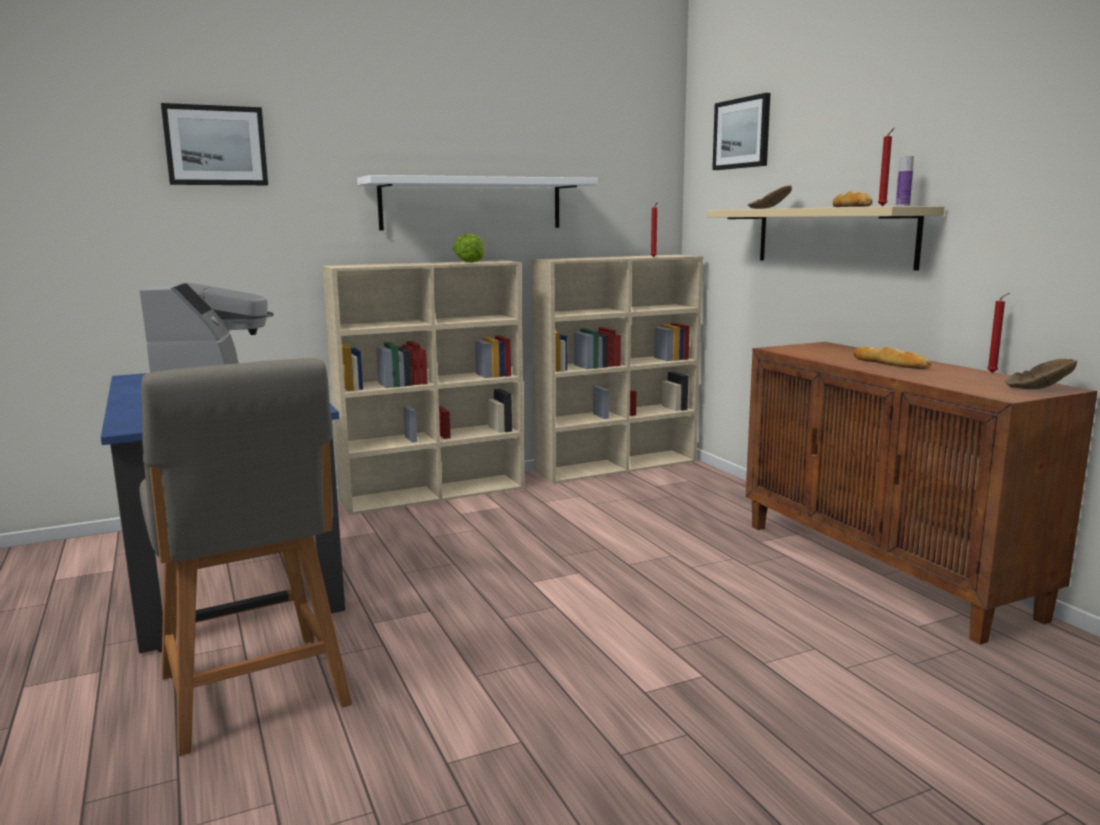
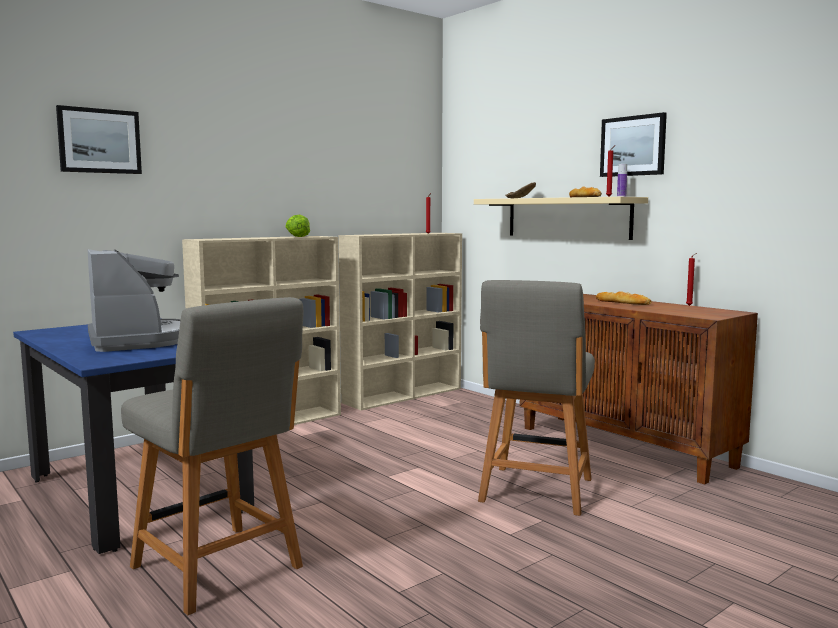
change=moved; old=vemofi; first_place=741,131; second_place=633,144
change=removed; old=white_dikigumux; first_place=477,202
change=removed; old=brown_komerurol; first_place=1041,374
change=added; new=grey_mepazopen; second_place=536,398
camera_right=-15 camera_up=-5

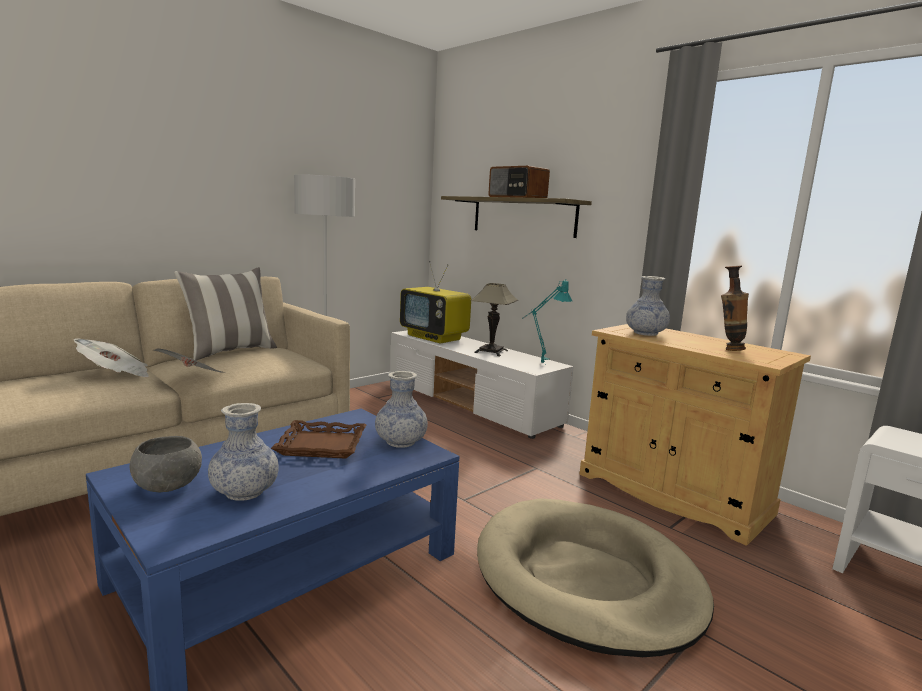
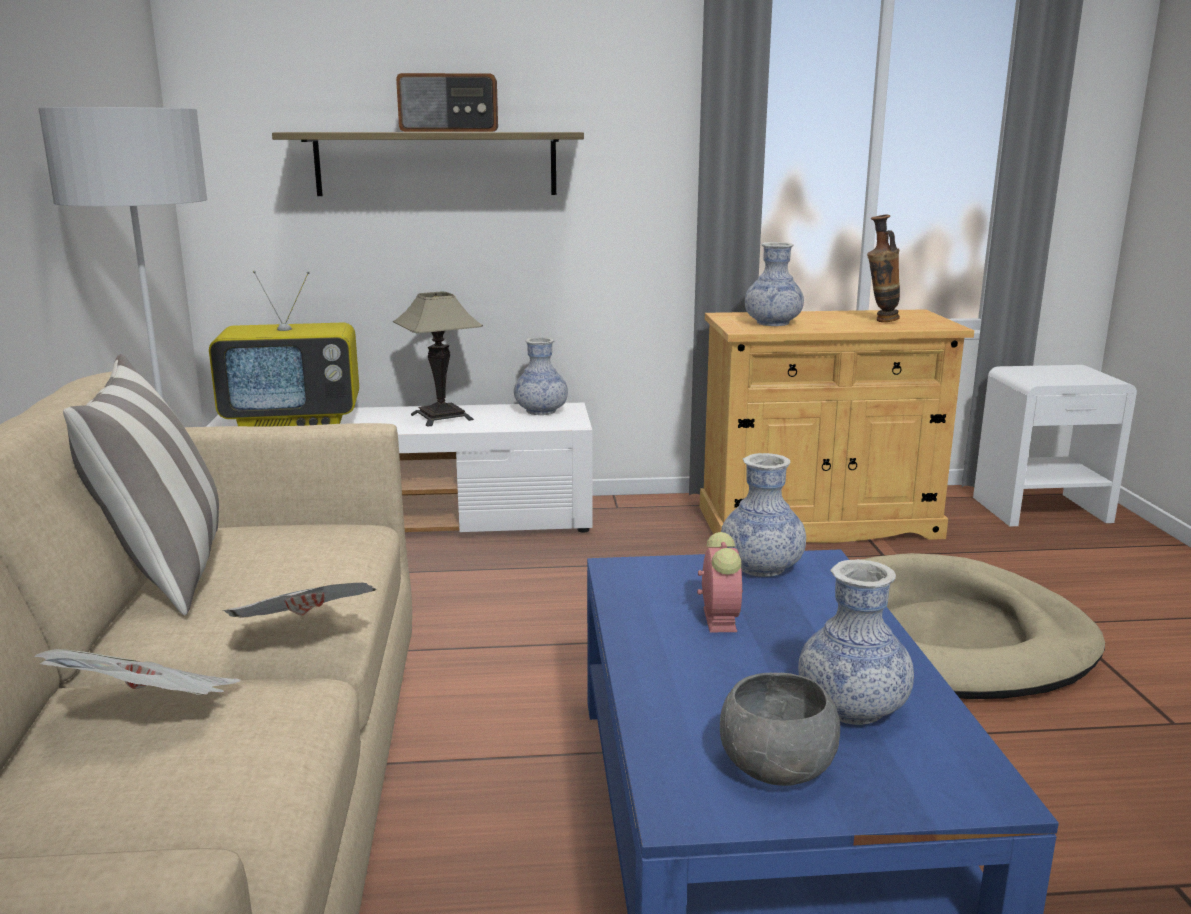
change=replaced; old=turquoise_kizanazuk; new=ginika; first_place=547,323; second_place=541,376
change=replaced; old=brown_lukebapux; new=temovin; first_place=319,439; second_place=720,582
camera_right=-50 camera_up=5

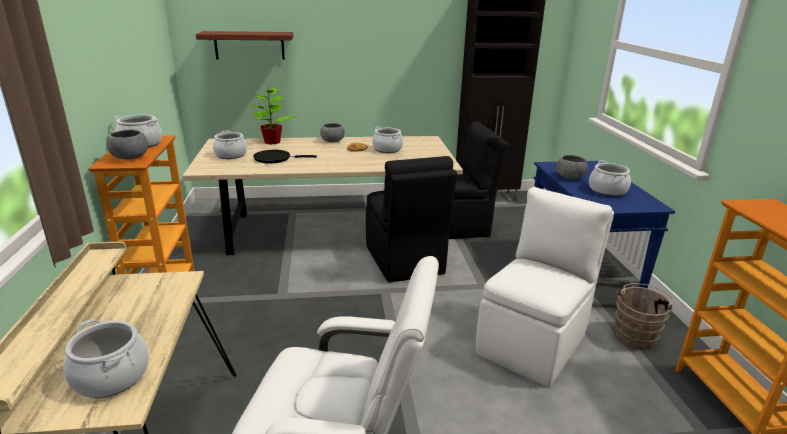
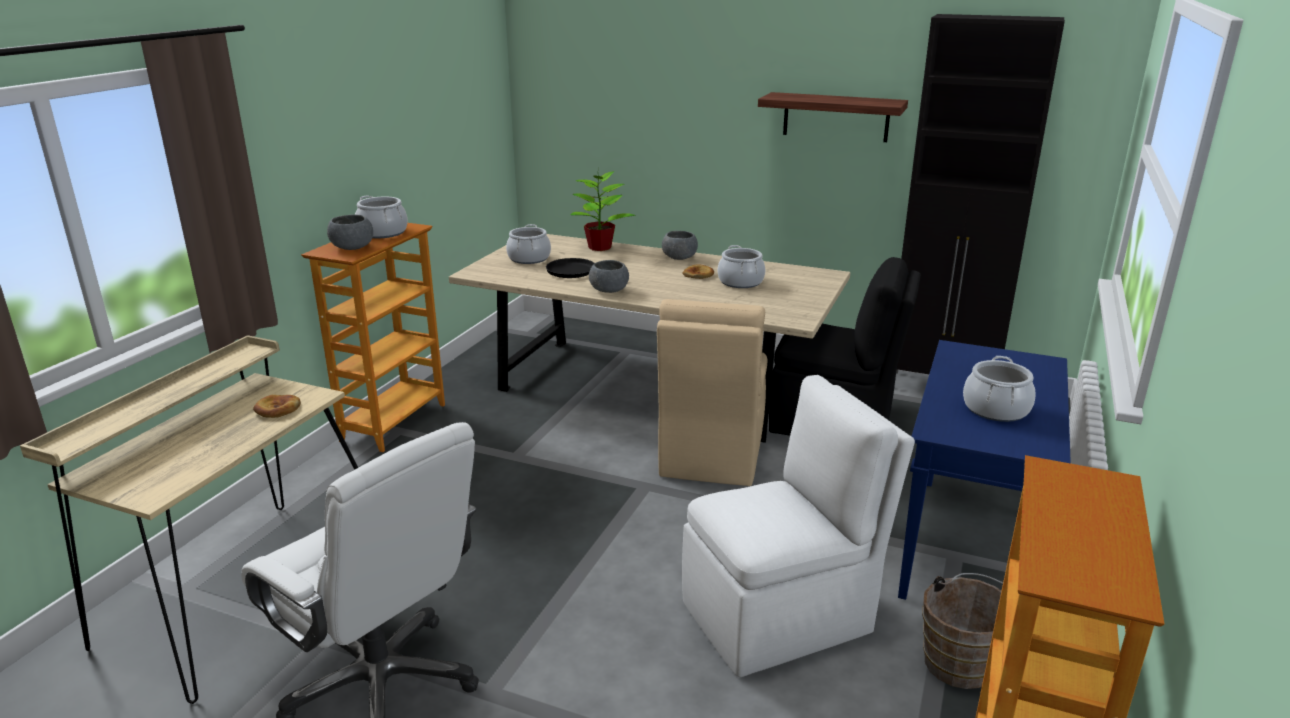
change=moved; old=dikigumux; first_place=244,45; second_place=833,117
change=moved; old=grey_komerurol; first_place=572,167; second_place=609,276
change=recoloured; old=black_mepazopen; new=beige_mepazopen; first_place=411,219; second_place=712,392
change=removed; old=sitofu; first_place=106,358
change=added; new=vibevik; second_place=277,406
camera_right=30 camera_up=0

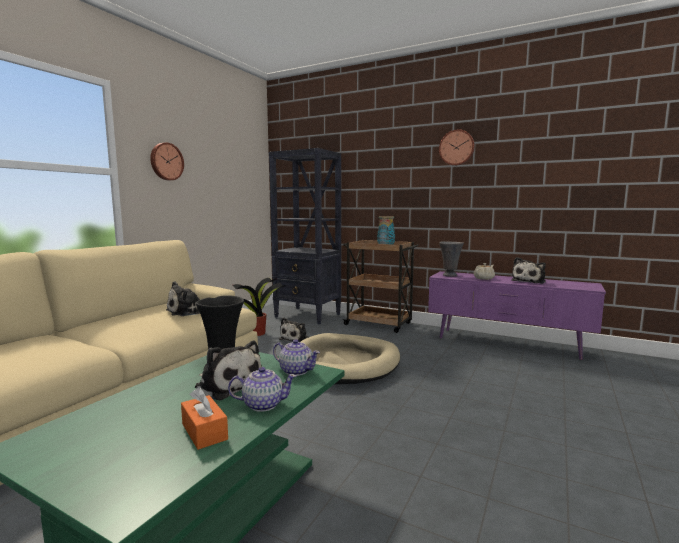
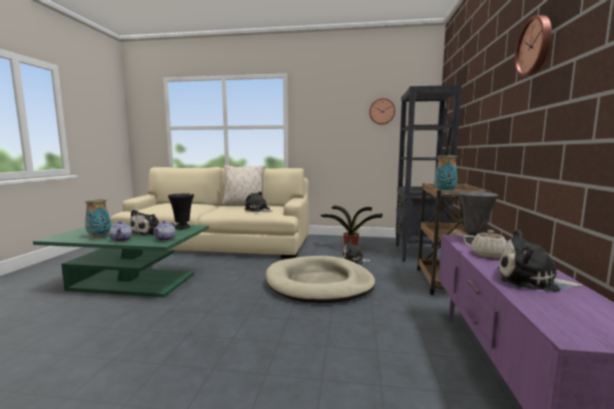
change=moved; old=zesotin; first_place=167,161; second_place=382,111
change=replaced; old=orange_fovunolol; new=ginika; first_place=204,418; second_place=98,218
change=added; new=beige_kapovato; second_place=243,185
camera_right=70 camera_up=0

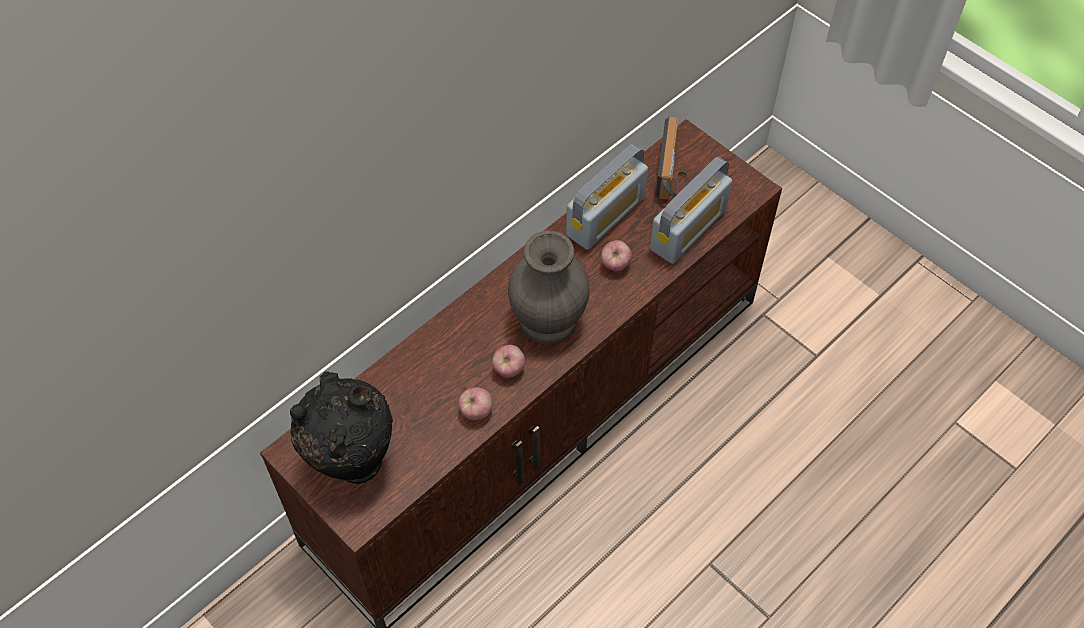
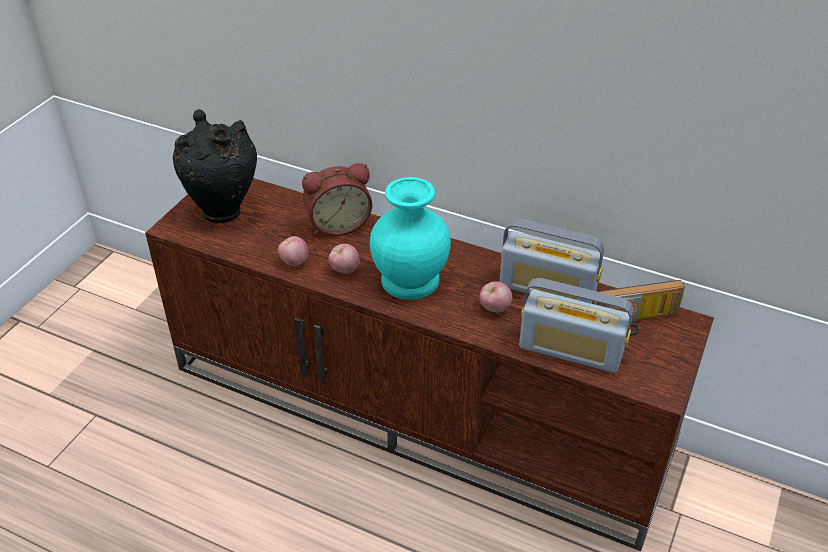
change=recoloured; old=grey_ginika; new=turquoise_ginika; first_place=549,287; second_place=410,238
change=added; new=temovin; second_place=337,199
camera_right=70 camera_up=-15

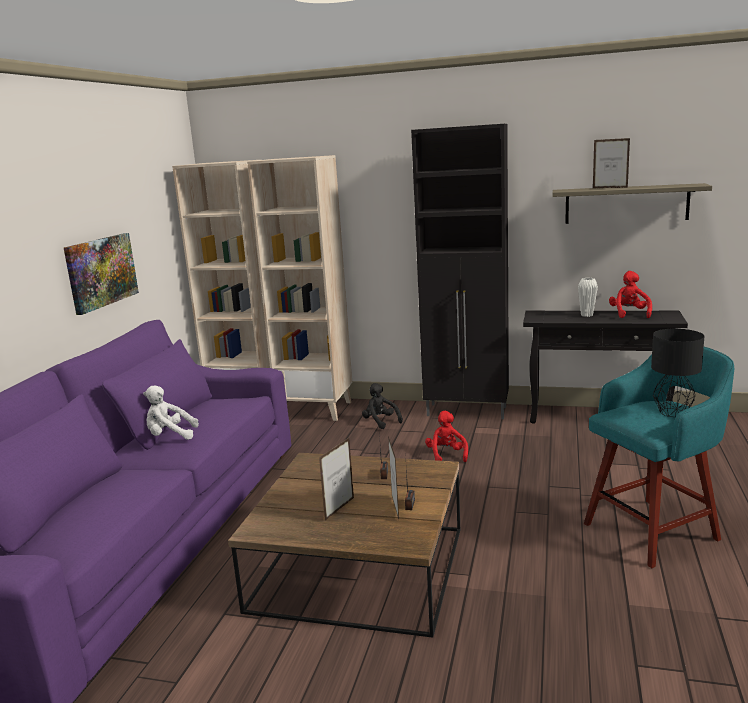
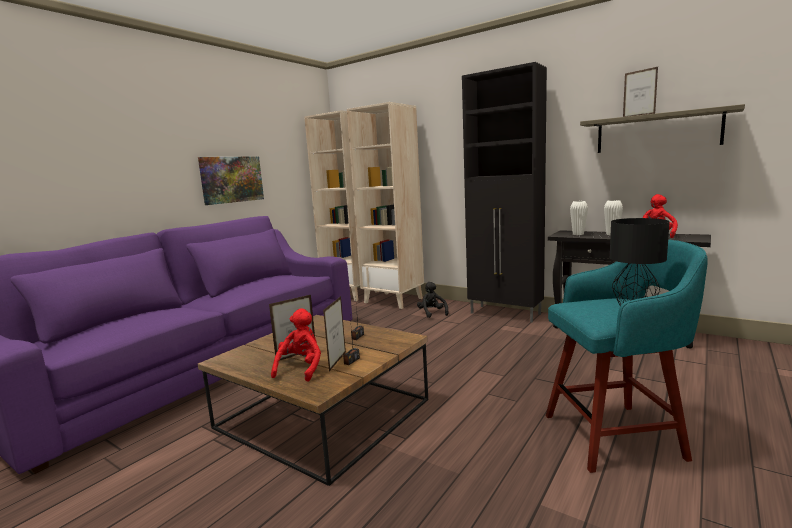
change=removed; old=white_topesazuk; first_place=171,412
change=moved; old=red_topesazuk; first_place=446,436; second_place=296,344
change=added; new=white_ginika; second_place=579,218
camera_right=20 camera_up=-5

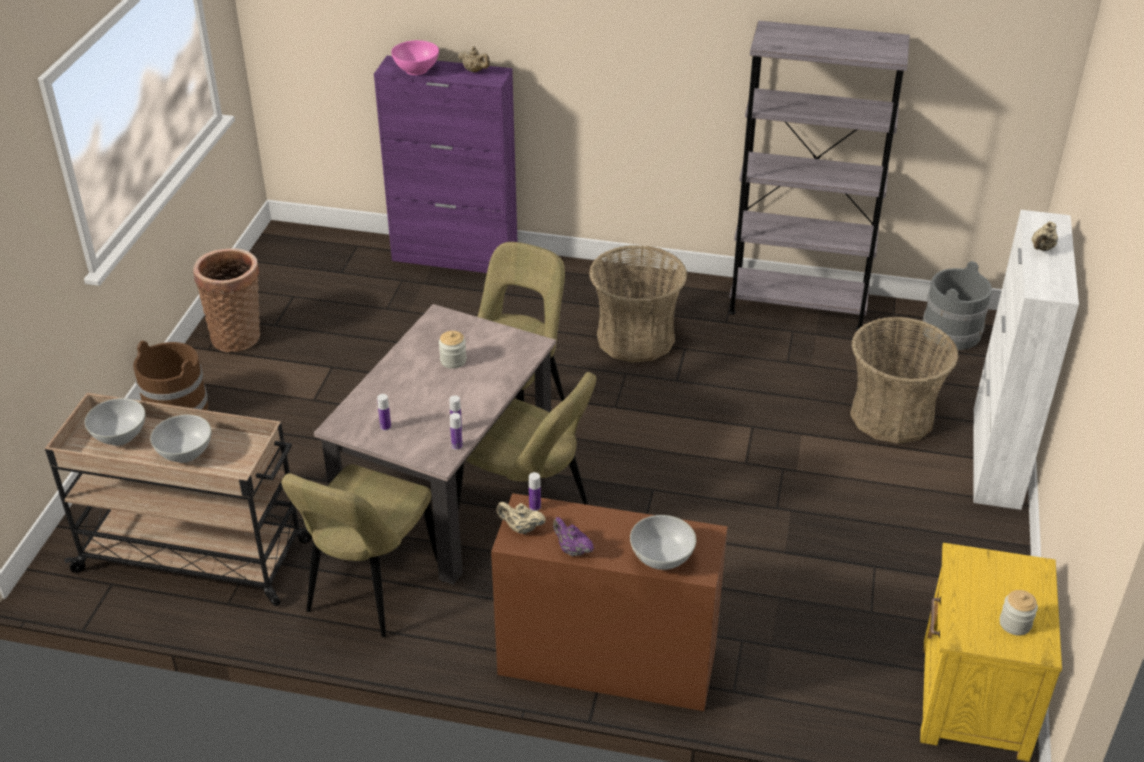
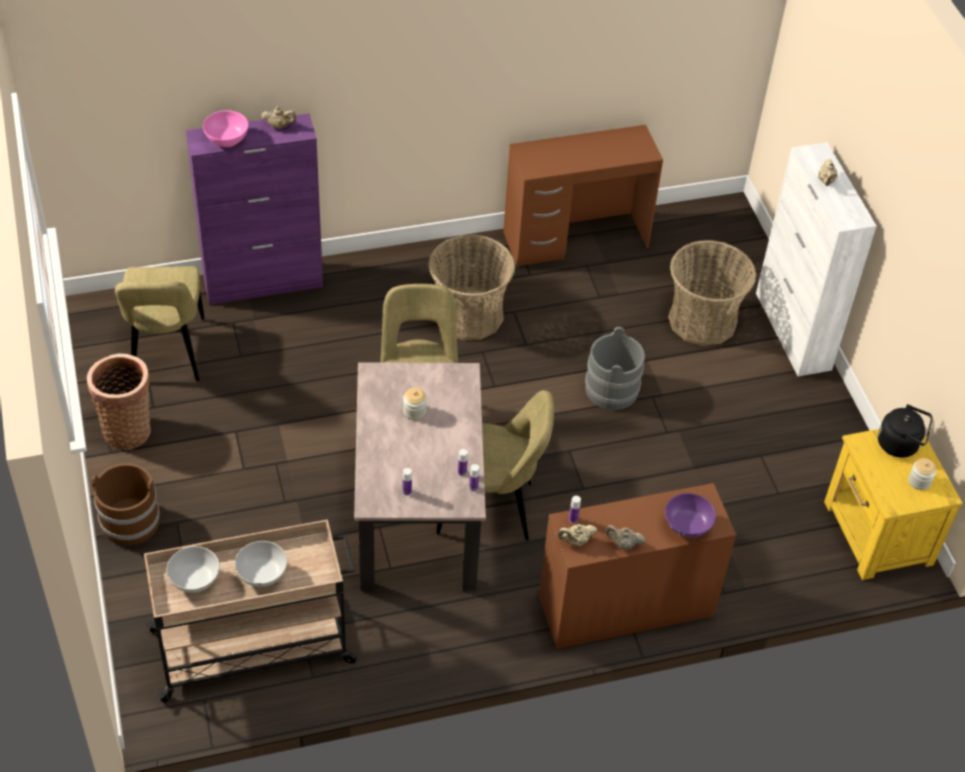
change=replaced; old=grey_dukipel; new=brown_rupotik; first_place=819,175; second_place=583,196
change=moved; old=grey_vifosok; first_place=957,305; second_place=615,368
change=moved; old=beige_mepazopen; first_place=359,550; second_place=159,323
change=recoloured; old=white_komerurol; new=purple_komerurol; first_place=663,542; second_place=690,515
change=recoloured; old=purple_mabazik; new=beige_mabazik; first_place=573,536; second_place=625,537
change=added; new=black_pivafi; second_place=905,431
camera_right=-30 camera_up=10

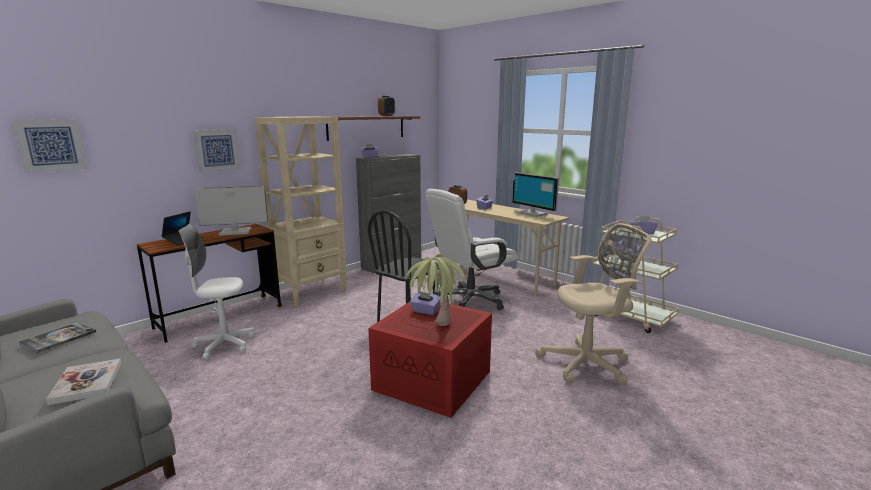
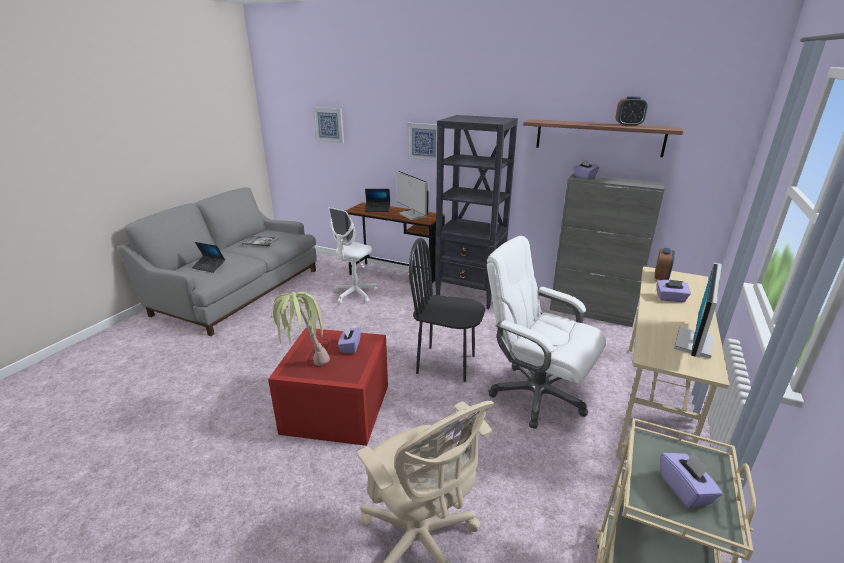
change=recoloured; old=beige_dukipel; new=black_dukipel; first_place=301,211; second_place=476,212
change=turned; old=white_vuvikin; first_place=217,292; second_place=353,255; degrees=-120
change=replaced; old=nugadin; new=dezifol; first_place=83,382; second_place=208,257
camera_right=70 camera_up=10

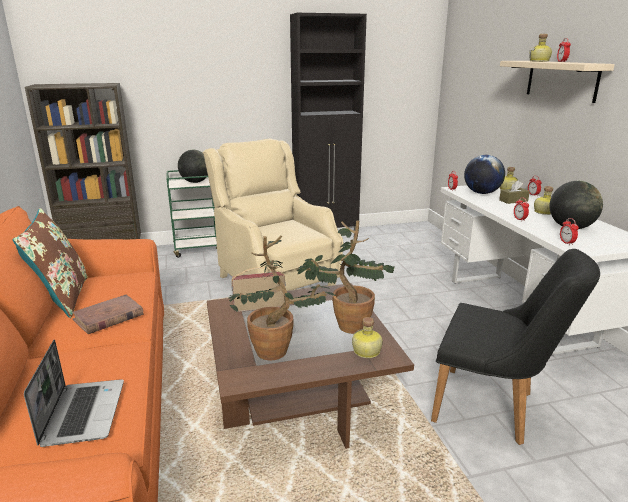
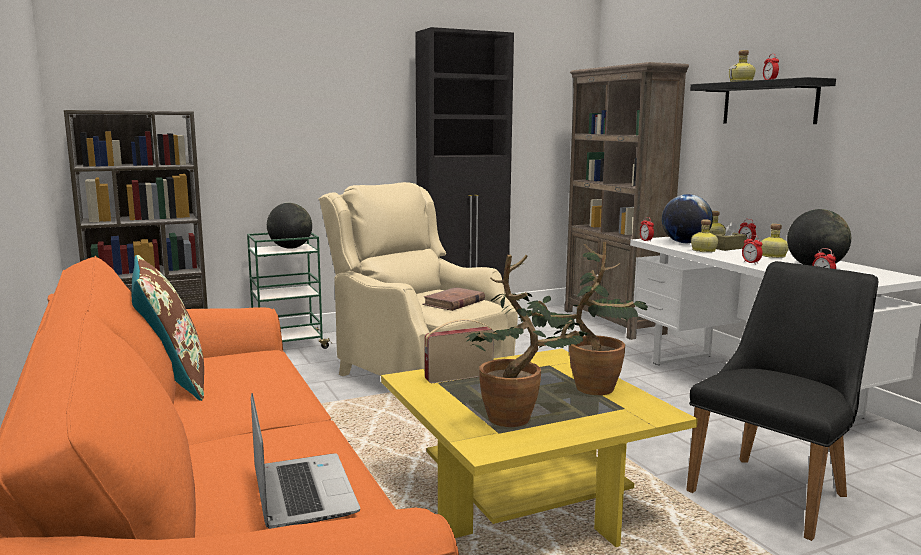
change=recoloured; old=beige_dikigumux; new=black_dikigumux; first_place=557,82; second_place=763,100
change=turned; old=black_mepazopen; first_place=515,347; second_place=782,401; degrees=-60
change=recoloured; old=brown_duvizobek; new=yellow_duvizobek; first_place=310,366; second_place=539,448
change=moved; old=brown_nugadin; first_place=108,314; second_place=453,299
change=moved; old=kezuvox; first_place=367,337; second_place=704,236
change=added; new=brown_dukipel; second_place=626,201
camera_right=-10 camera_up=-10

